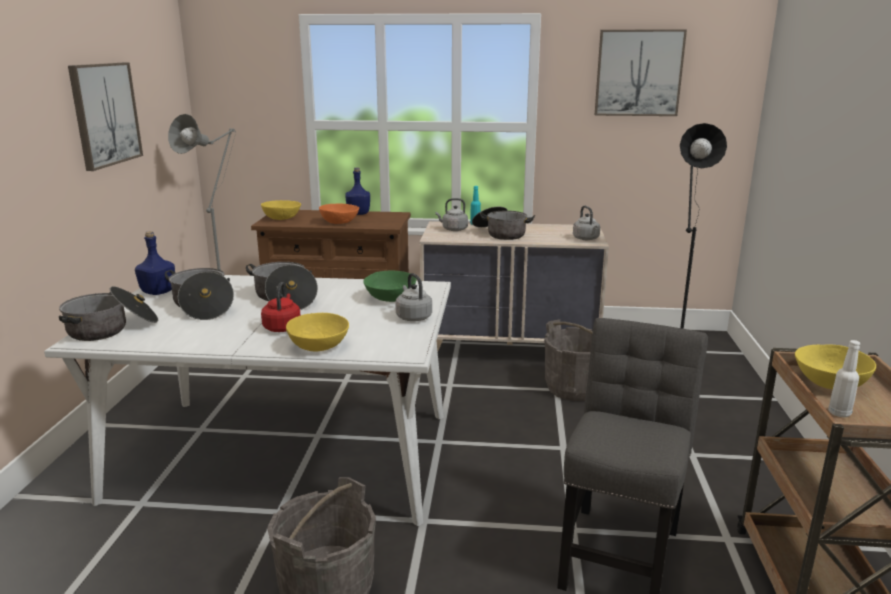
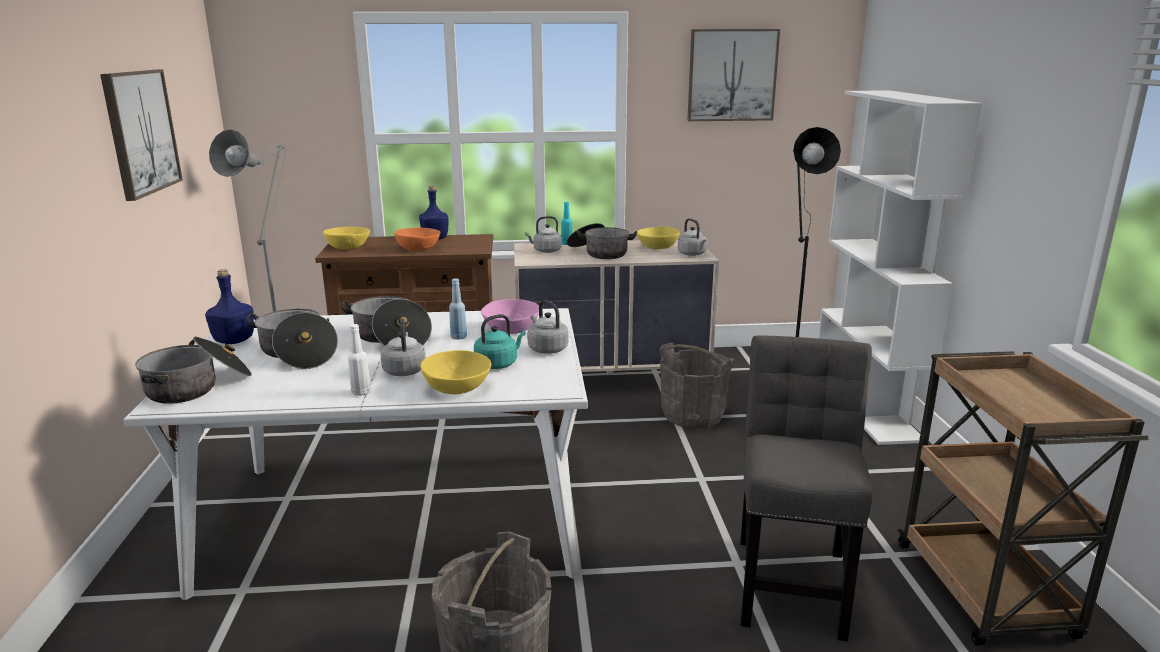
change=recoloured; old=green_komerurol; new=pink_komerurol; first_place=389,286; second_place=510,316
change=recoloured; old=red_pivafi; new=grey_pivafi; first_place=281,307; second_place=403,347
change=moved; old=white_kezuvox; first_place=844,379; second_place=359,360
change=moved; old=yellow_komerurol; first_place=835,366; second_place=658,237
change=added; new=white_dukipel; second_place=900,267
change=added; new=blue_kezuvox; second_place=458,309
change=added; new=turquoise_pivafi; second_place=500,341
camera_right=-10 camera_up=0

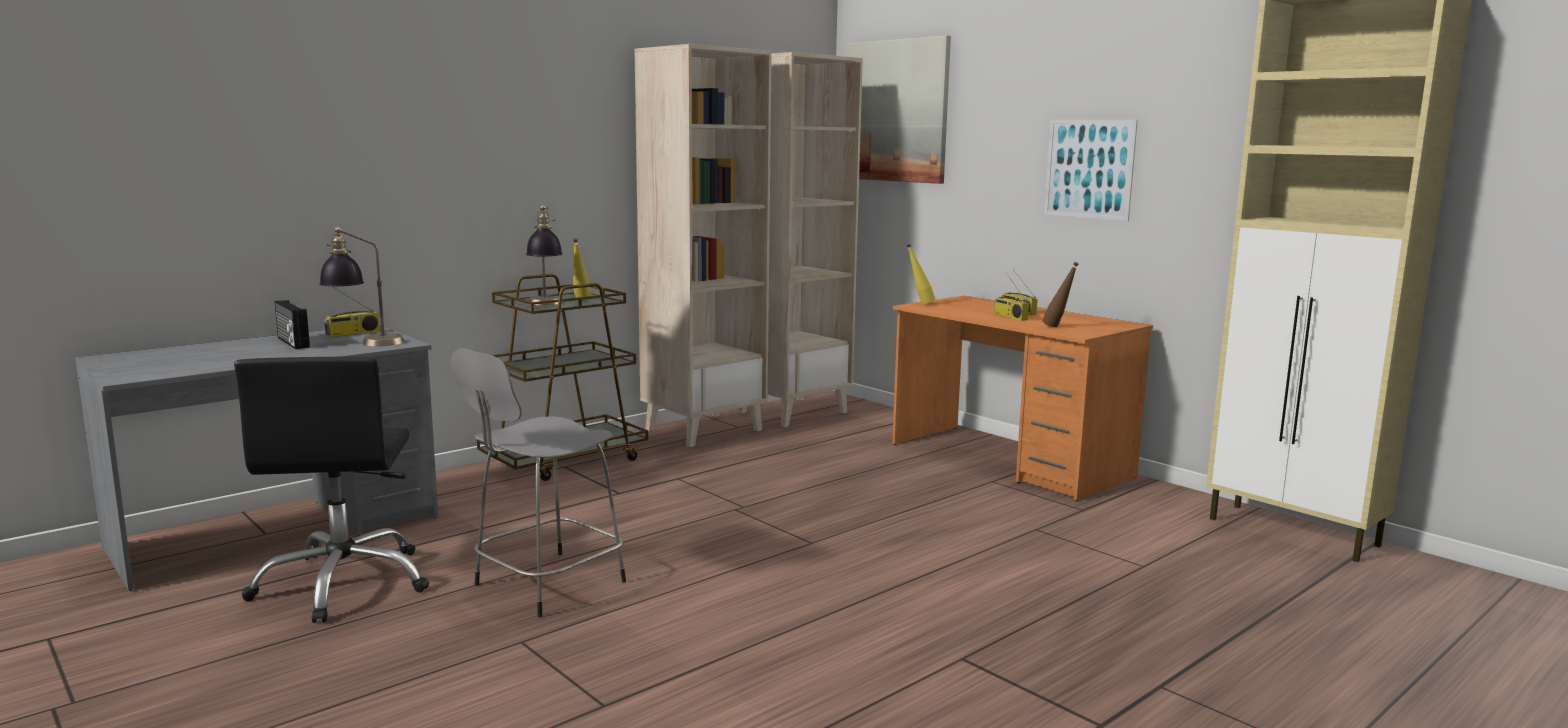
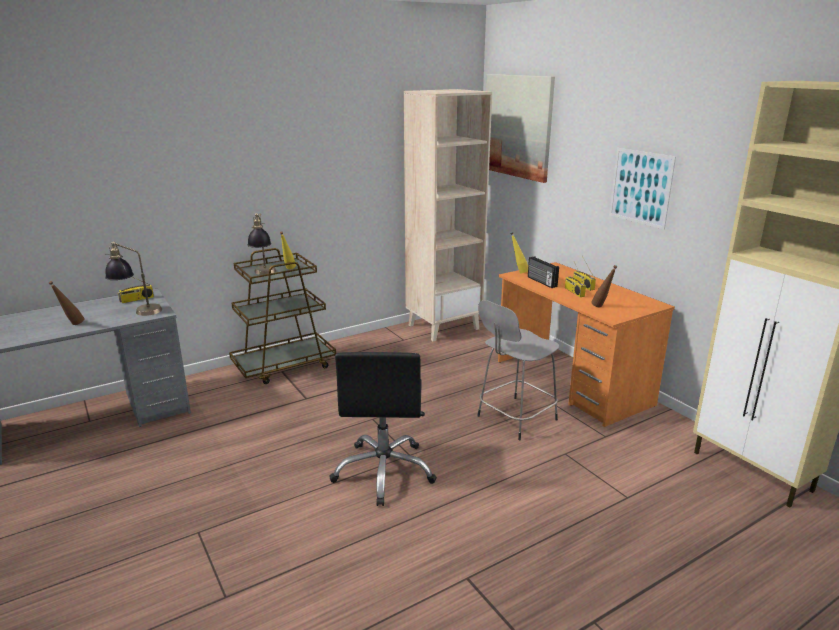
change=removed; old=beige_dukipel; first_place=703,245
change=moved; old=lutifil; first_place=292,324; second_place=543,272
change=moved; old=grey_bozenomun; first_place=538,482; second_place=518,370
change=moved; old=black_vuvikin; first_place=331,490; second_place=383,429
change=added; new=brown_kezuvox; second_place=66,303
camera_right=10 camera_up=10

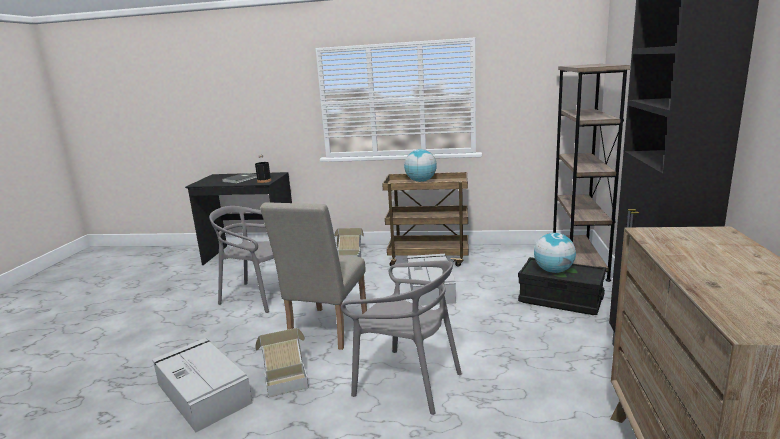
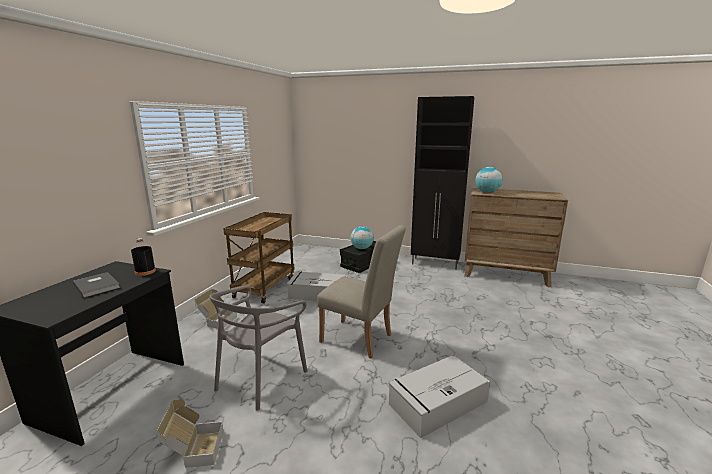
change=removed; old=brown_dukipel; first_place=591,173
change=moved; old=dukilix; first_place=420,165; second_place=488,180
change=removed; old=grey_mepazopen; first_place=401,338
change=moved; old=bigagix; first_place=282,363; second_place=190,433
camera_right=-80 camera_up=0

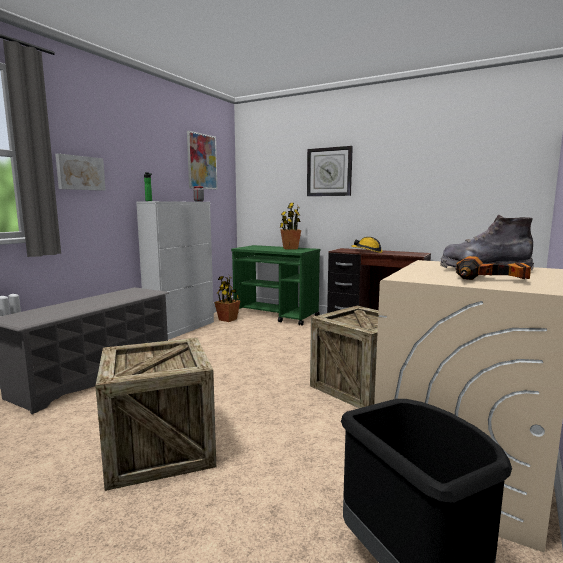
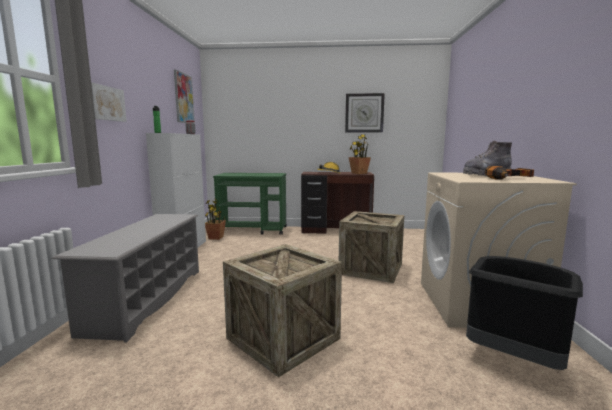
change=moved; old=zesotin; first_place=330,171; second_place=365,112
change=moved; old=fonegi; first_place=290,226; second_place=360,154
camera_right=-25 camera_up=0

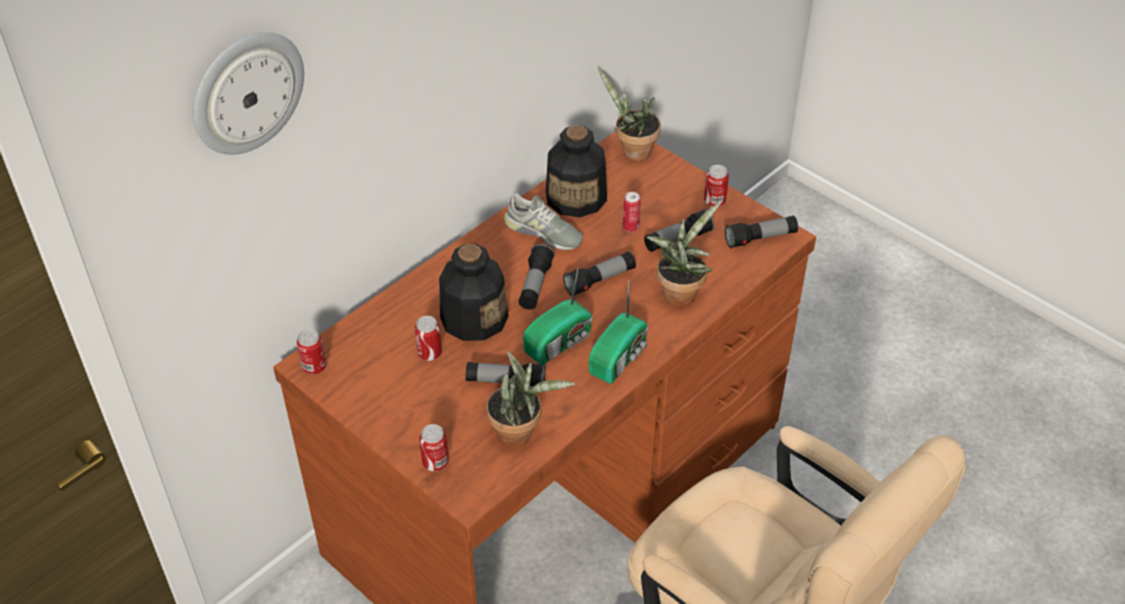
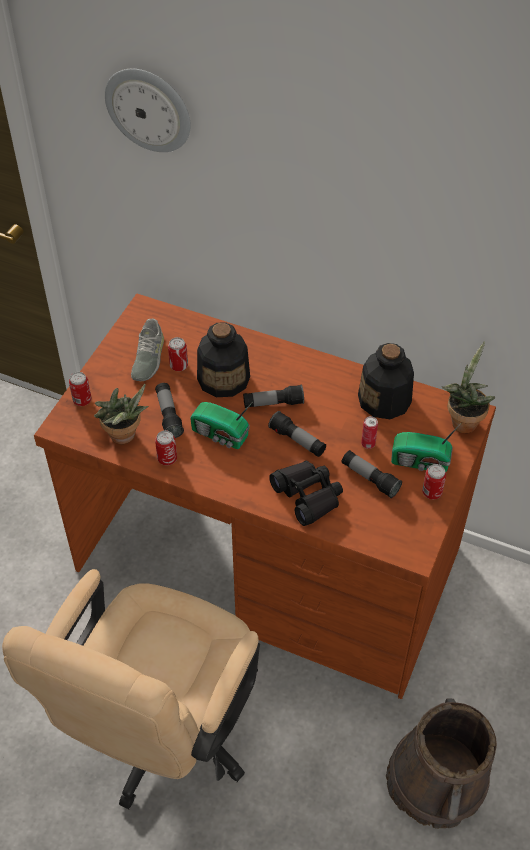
change=moved; old=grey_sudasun; first_place=543,221; second_place=147,349
change=replaced; old=fonegi; new=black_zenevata; first_place=684,254; second_place=306,493
change=removed; old=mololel; first_place=761,232
change=moved; old=lutifil; first_place=618,332; second_place=426,447
change=moved; old=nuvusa; first_place=311,352; second_place=166,447
change=added; new=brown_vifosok; second_place=441,763
camera_right=70 camera_up=5

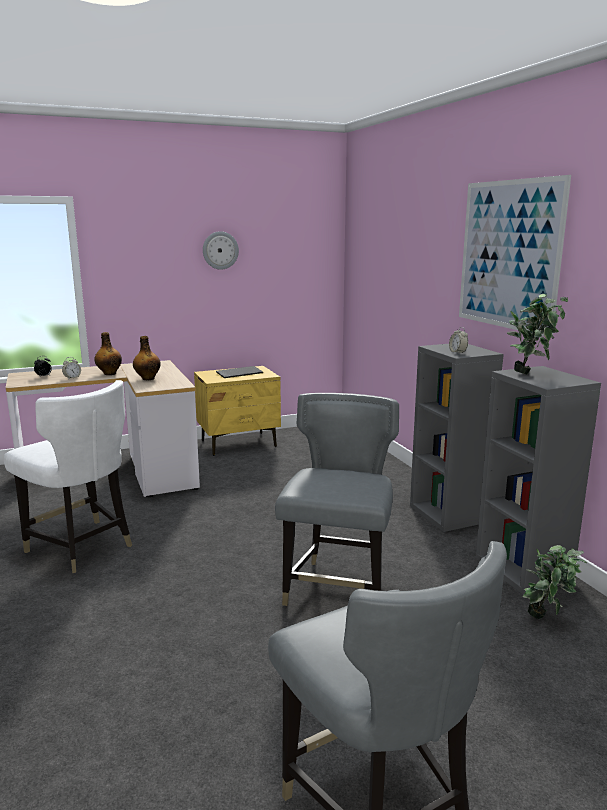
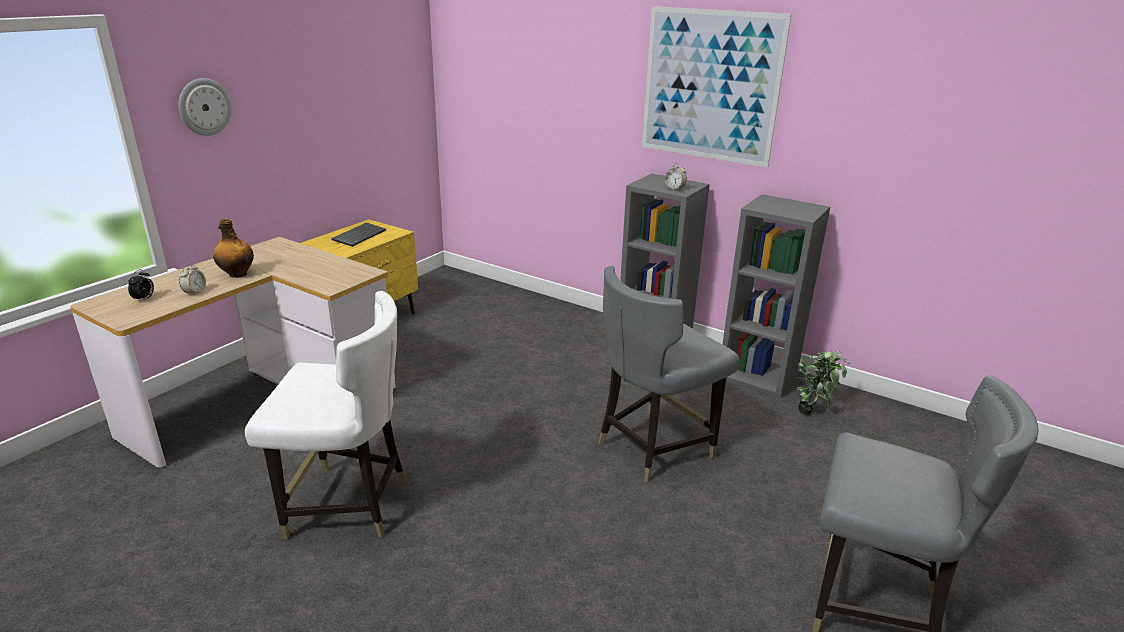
change=moved; old=zesotin; first_place=221,250; second_place=205,107
change=removed; old=fonegi; first_place=538,334
change=removed; old=kezuvox; first_place=147,358
change=turned; old=grey_mepazopen; first_place=337,499; second_place=668,374; degrees=-105
camera_right=-35 camera_up=10

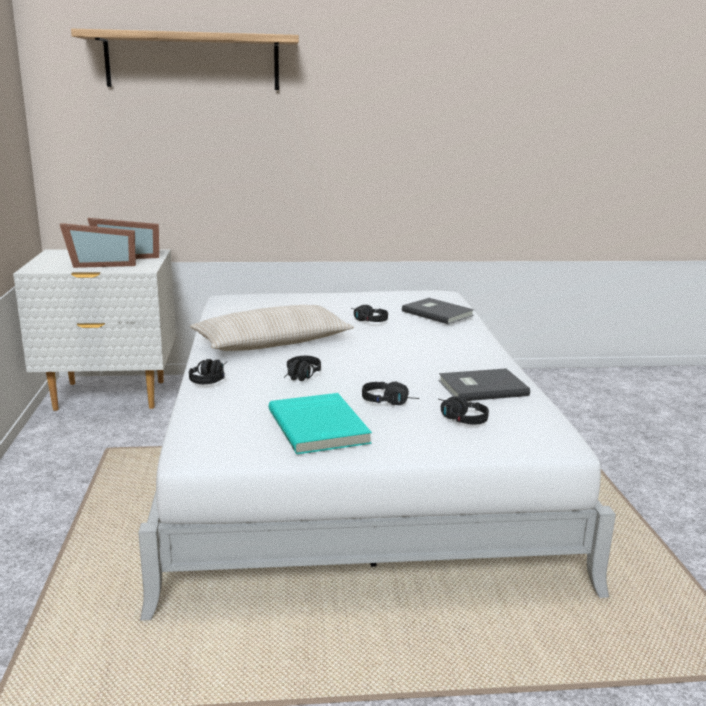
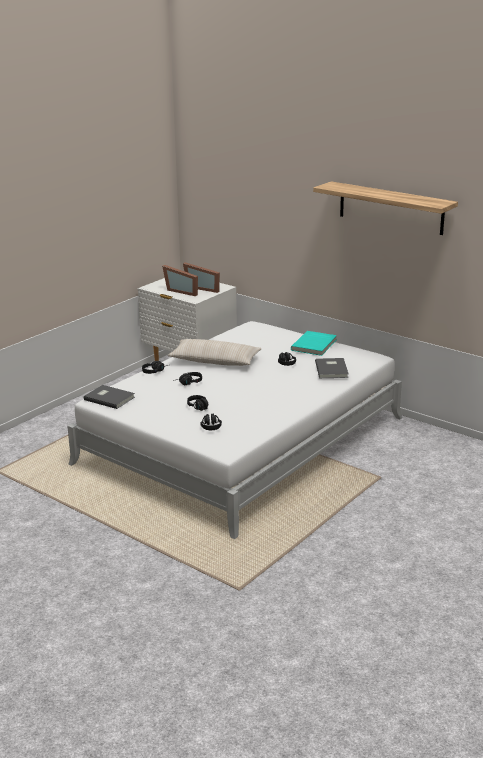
change=moved; old=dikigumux; first_place=185,59; second_place=385,208
change=moved; old=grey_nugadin; first_place=484,384; second_place=109,397
change=moved; old=turquoise_nugadin; first_place=320,423; second_place=314,343
camera_right=45 camera_up=5

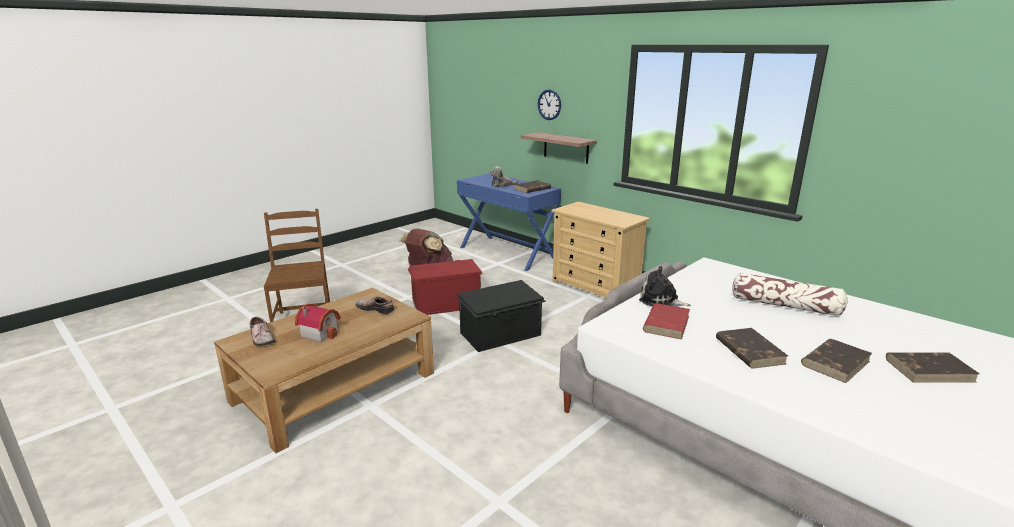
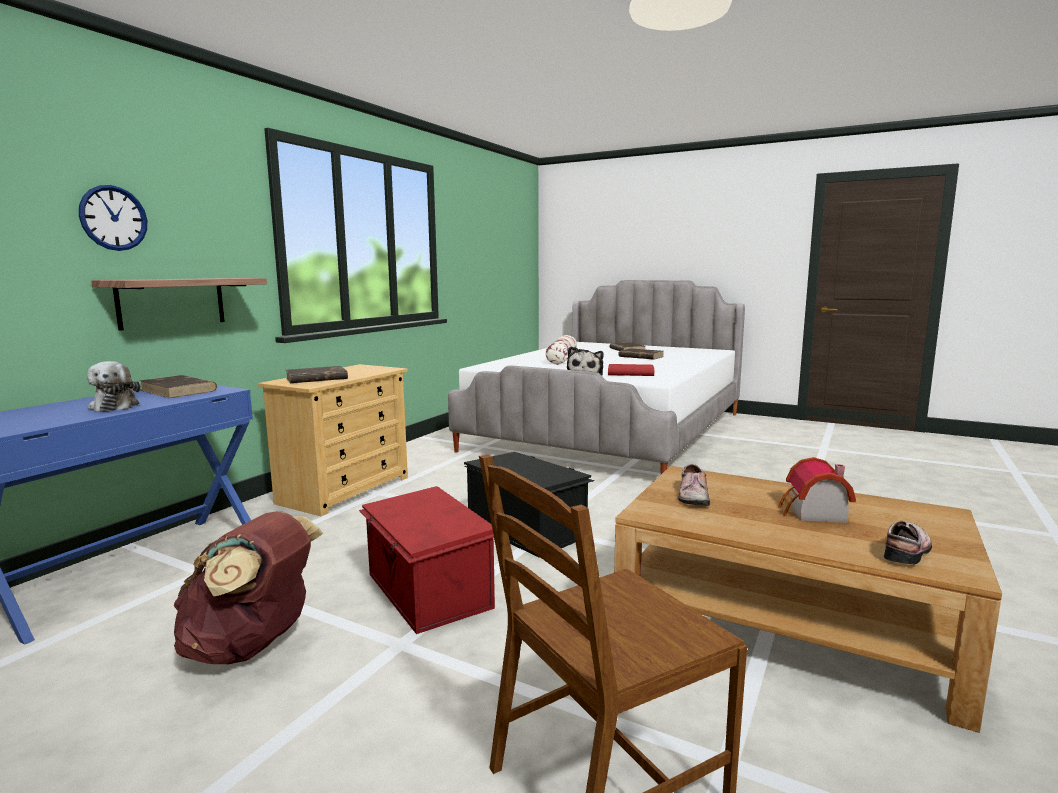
change=moved; old=brown_nugadin; first_place=752,348; second_place=317,374
camera_right=-105 camera_up=-10

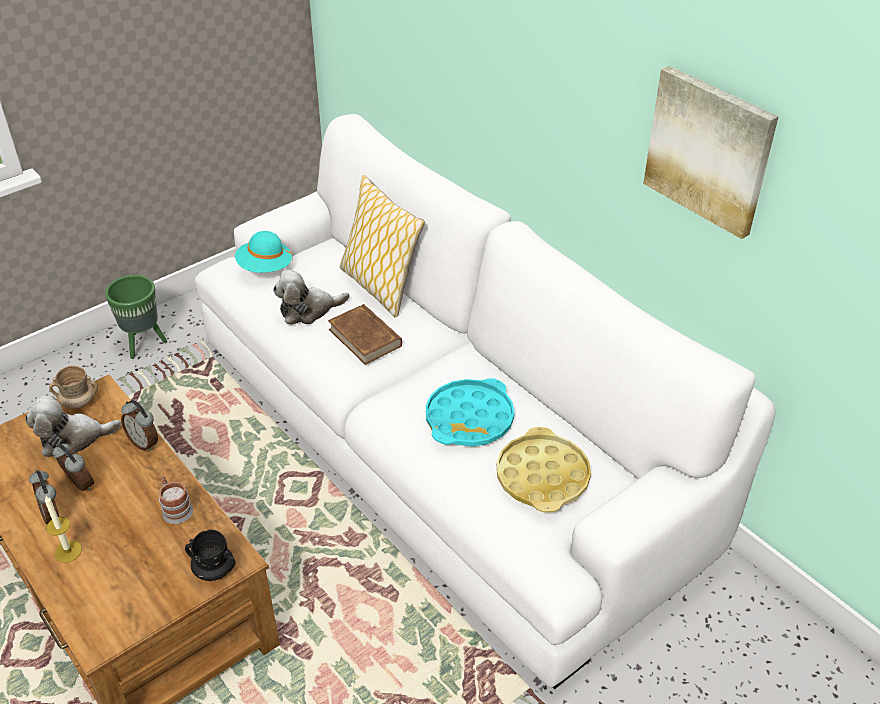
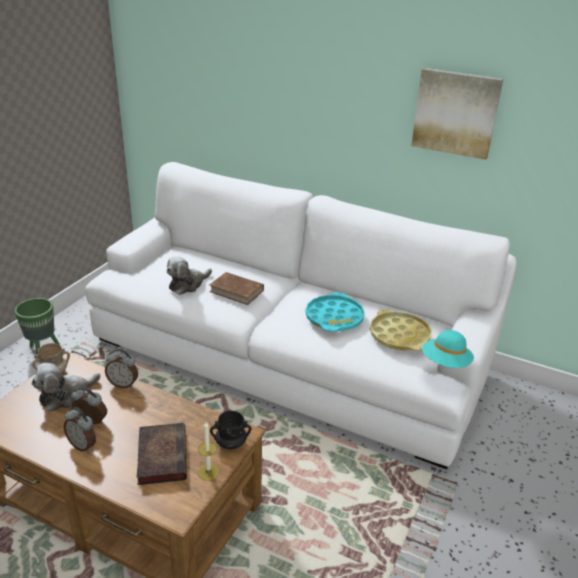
change=removed; old=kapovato; first_place=382,246
change=moved; old=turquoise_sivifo; first_place=264,252; second_place=448,349
change=removed; old=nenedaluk; first_place=176,499
change=moved; old=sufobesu; first_place=63,529; second_place=208,451
change=added; new=nugadin; second_place=162,454
camera_right=-25 camera_up=-10

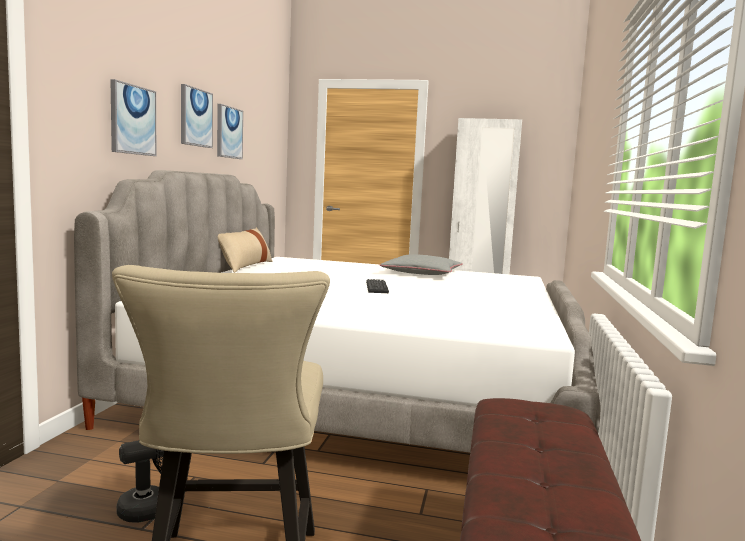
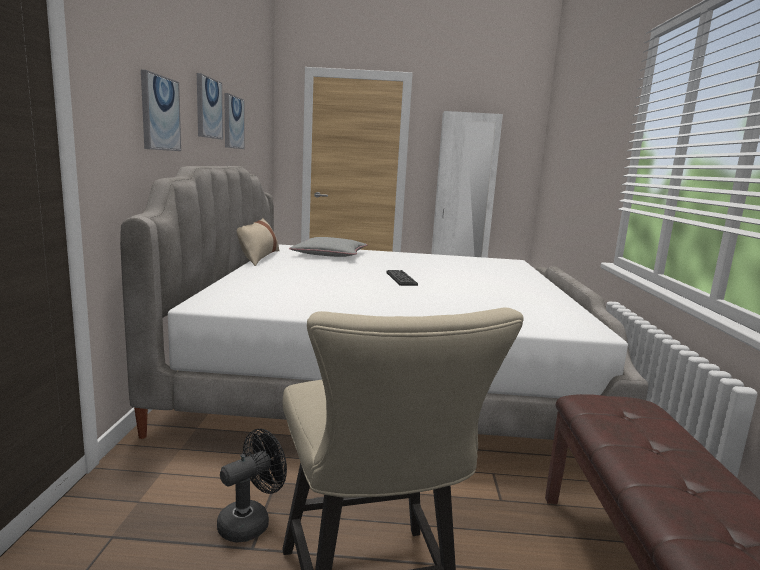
change=moved; old=grey_kapovato; first_place=421,264; second_place=328,247
camera_right=-10 camera_up=5

